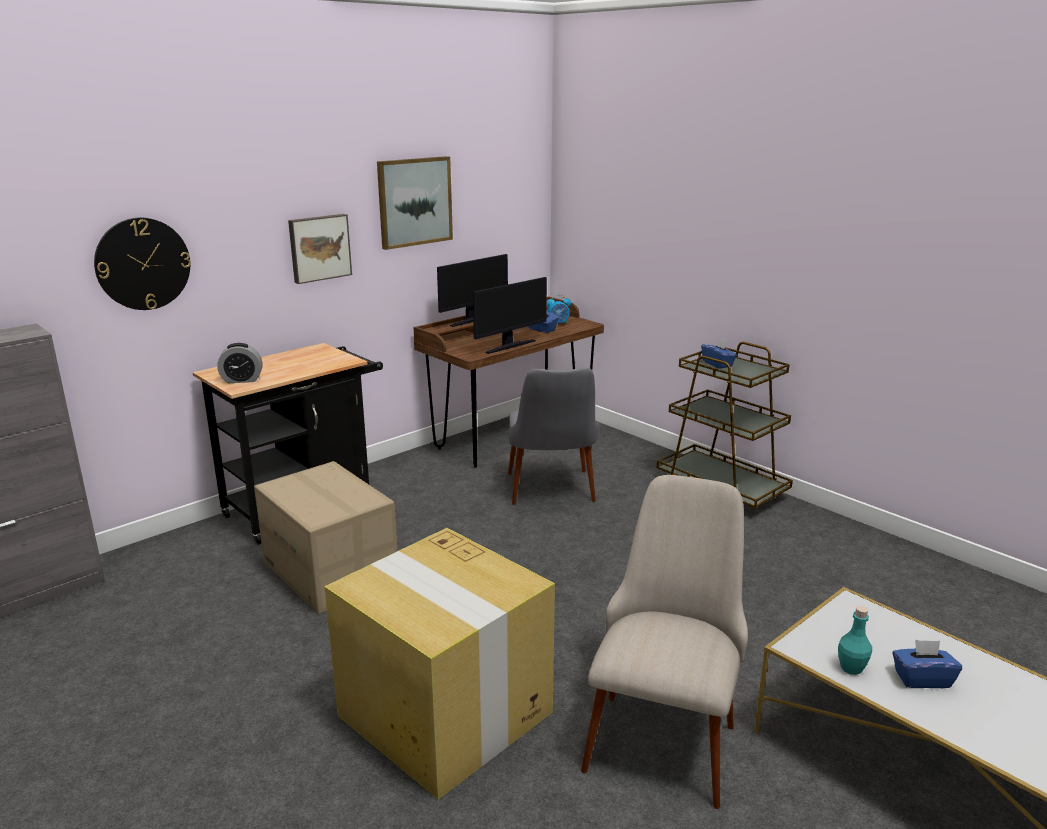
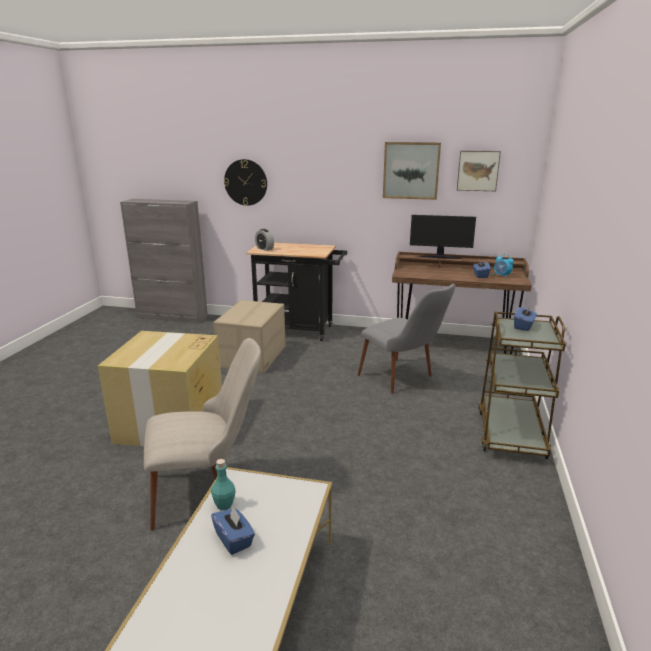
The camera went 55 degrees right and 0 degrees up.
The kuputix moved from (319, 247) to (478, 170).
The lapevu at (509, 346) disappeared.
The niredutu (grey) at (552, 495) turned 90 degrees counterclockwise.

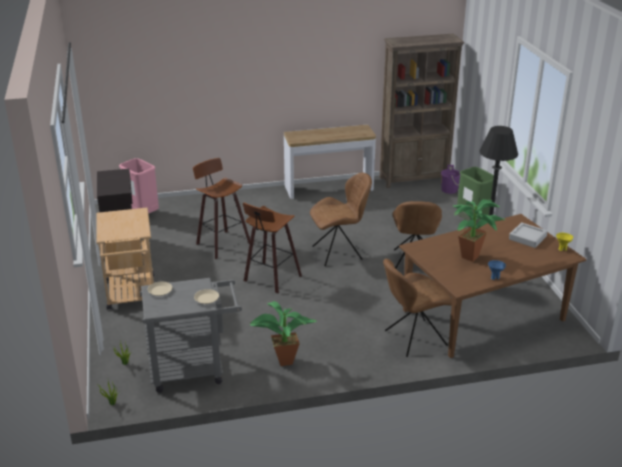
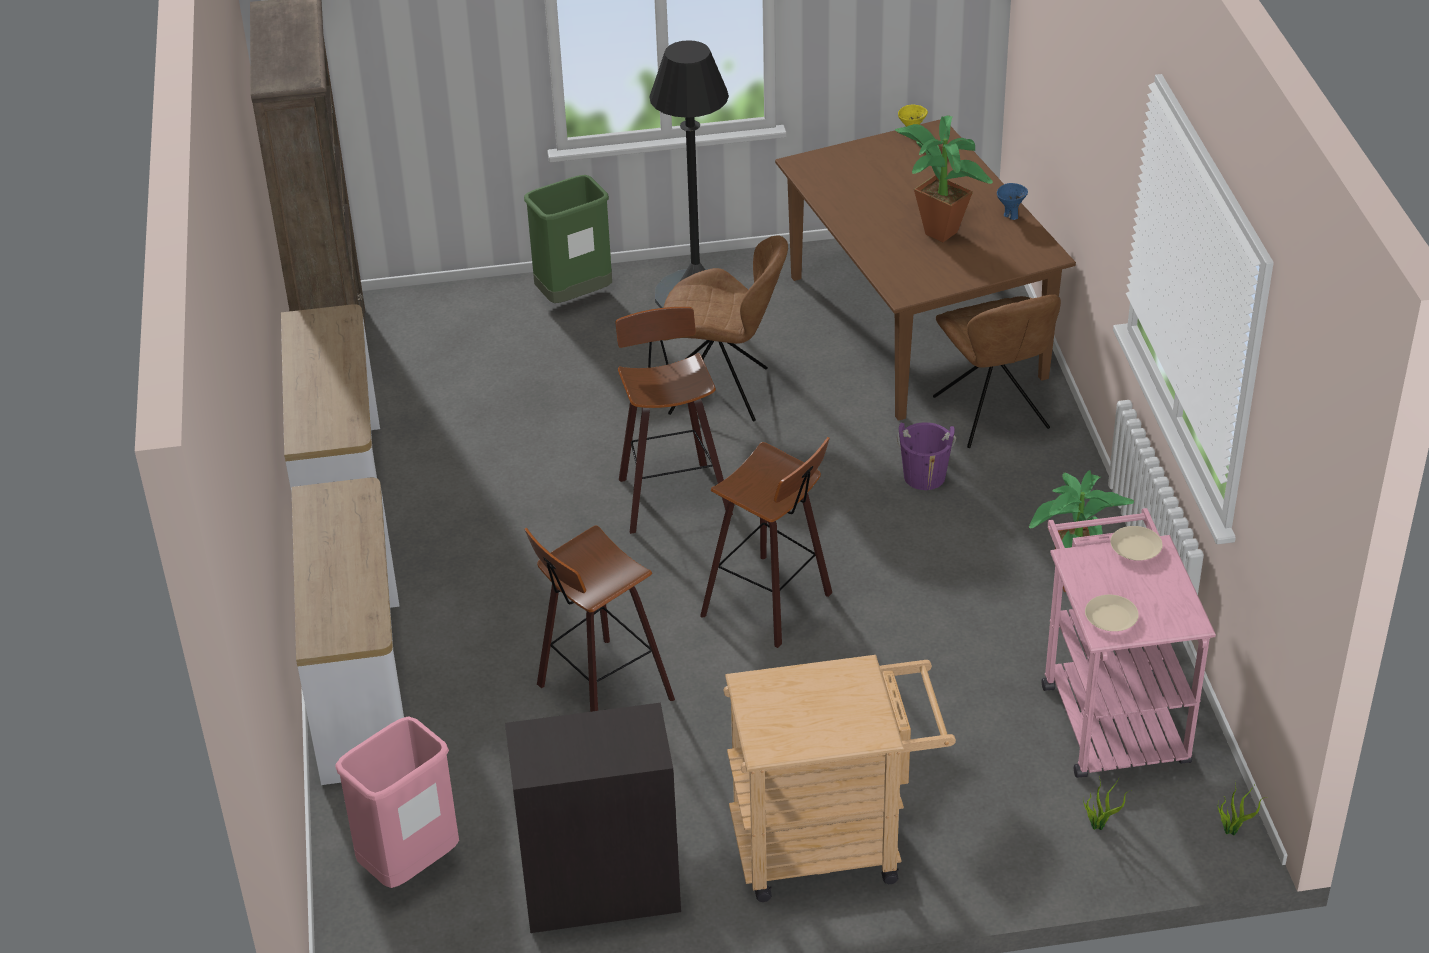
The camera went 85 degrees left and 10 degrees up.
The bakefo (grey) at (194, 369) became the bakefo (pink) at (1109, 713).
The niredutu (brown) at (339, 252) was replaced by the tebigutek at (670, 495).
The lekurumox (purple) moved from (449, 190) to (924, 477).
The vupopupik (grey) at (527, 238) disappeared.
The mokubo at (360, 689) appeared.

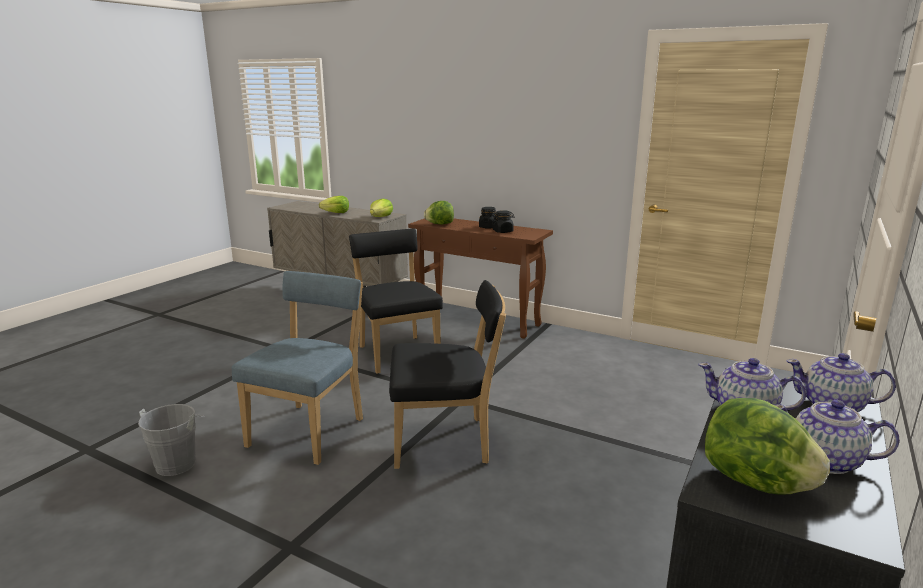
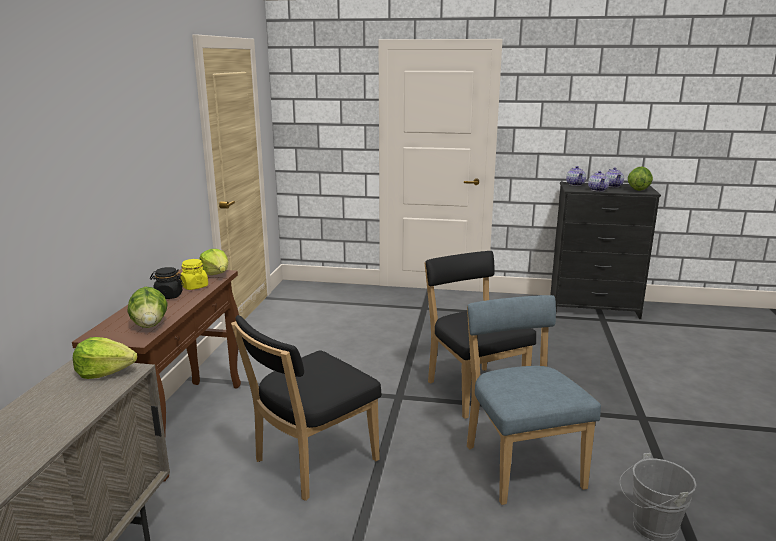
The camera went 110 degrees left and 0 degrees up.
The niredutu (blue) at (310, 430) turned 75 degrees clockwise.
The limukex moved from (336, 213) to (216, 274).
The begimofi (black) at (503, 231) became the begimofi (yellow) at (194, 286).

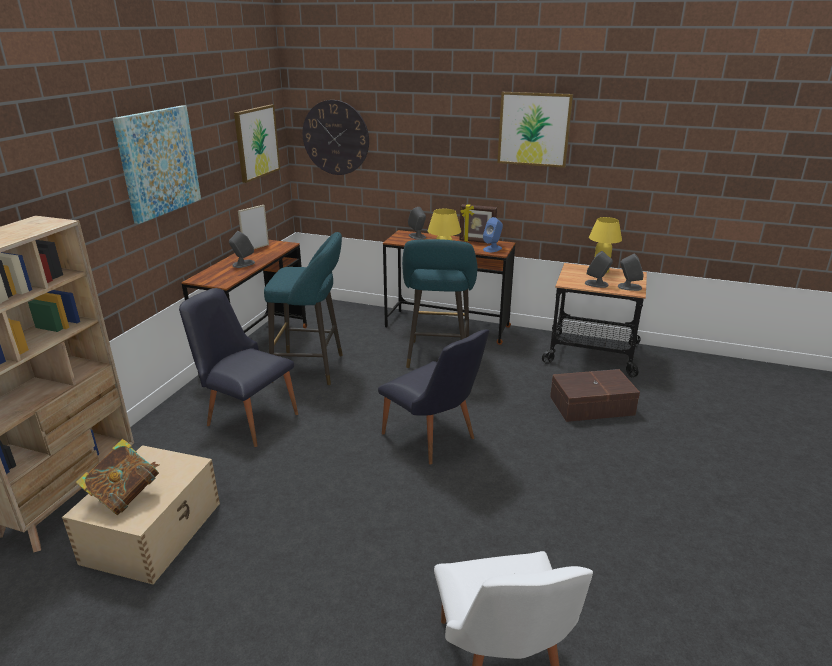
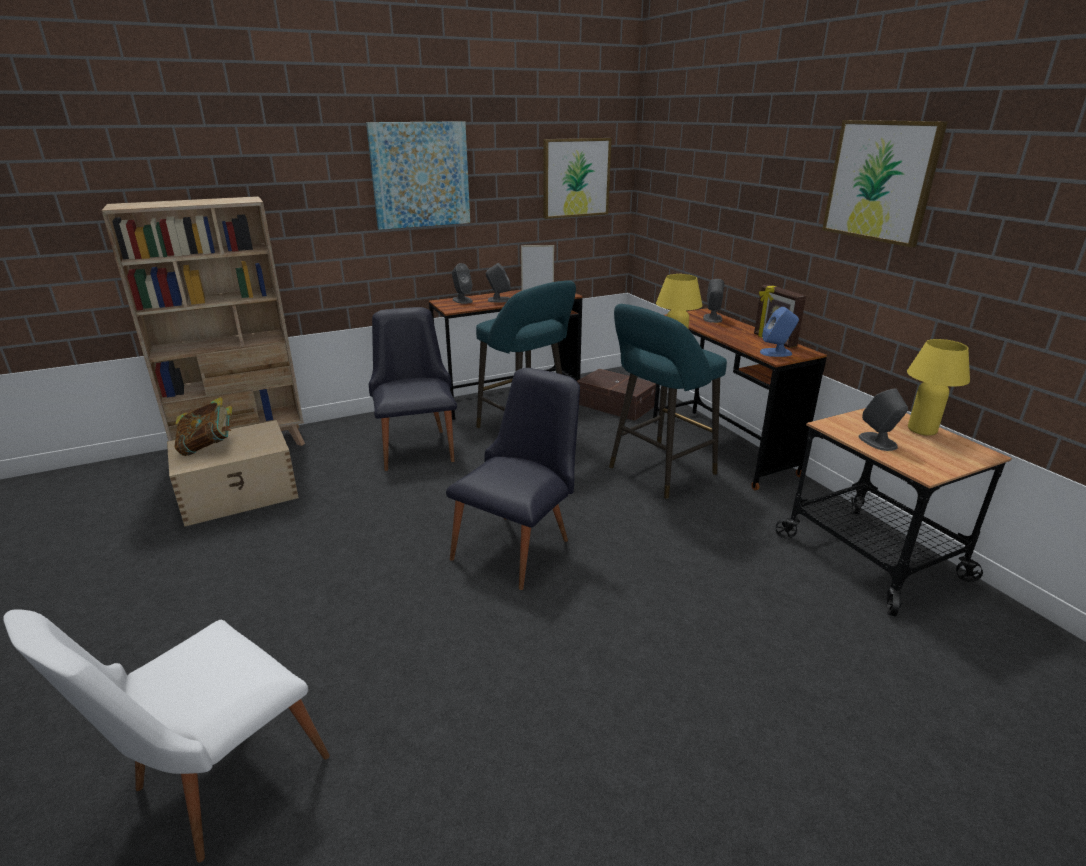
The camera went 45 degrees right and 0 degrees up.
The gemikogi at (335, 138) disappeared.
The niredutu (black) at (434, 440) turned 150 degrees counterclockwise.
The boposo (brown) moved from (590, 405) to (615, 404).
The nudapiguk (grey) moved from (629, 287) to (462, 300).

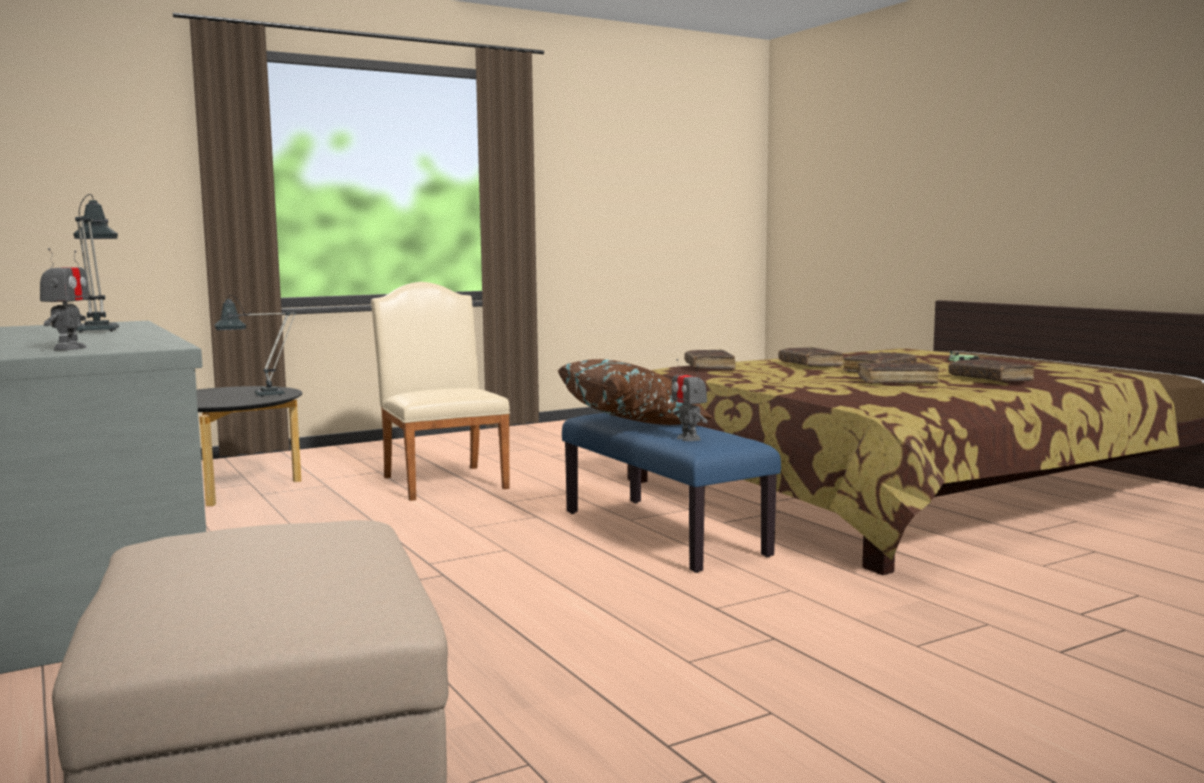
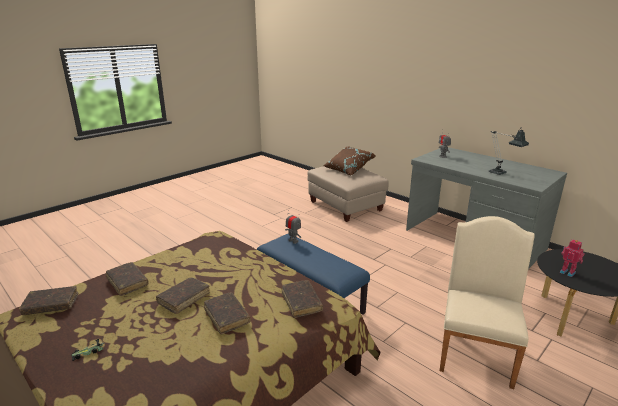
The camera went 165 degrees right and 15 degrees up.
The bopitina at (261, 395) was replaced by the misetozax at (568, 272).
The niredutu (beige) at (442, 480) turned 120 degrees counterclockwise.
The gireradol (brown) moved from (634, 422) to (348, 169).
The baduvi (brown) moved from (897, 381) to (51, 305).

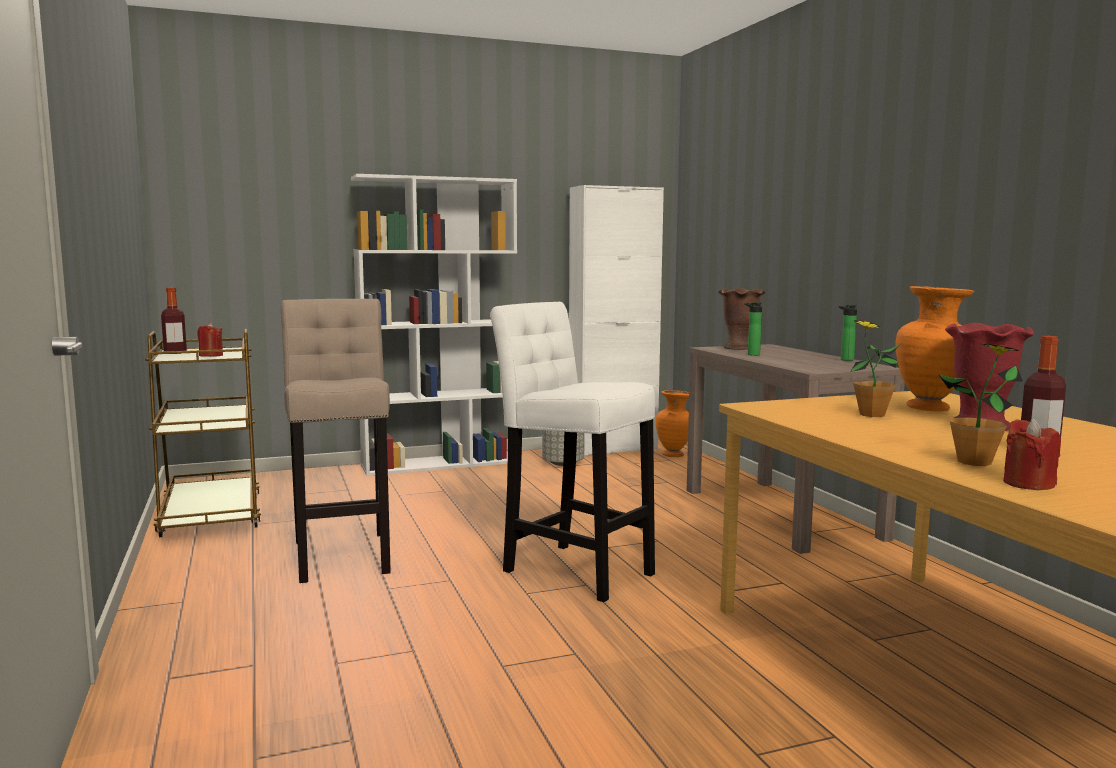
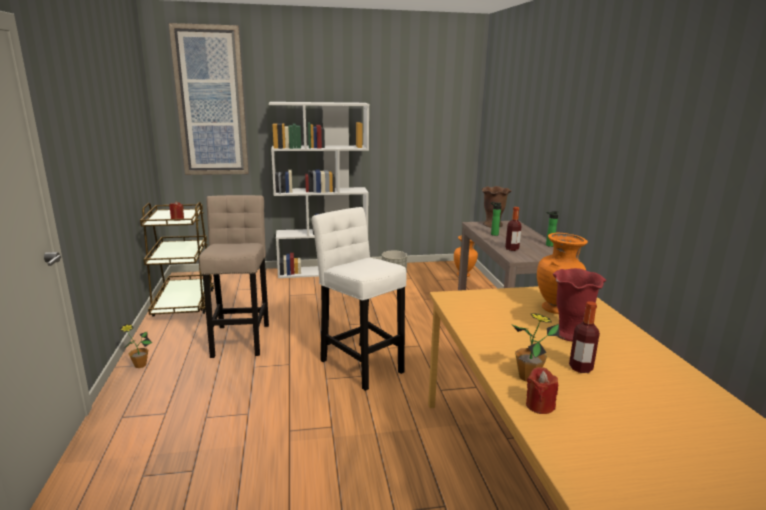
The camera went 10 degrees right and 10 degrees up.
The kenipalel moved from (175, 353) to (512, 249).
The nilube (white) at (612, 449) disappeared.
The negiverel moved from (872, 414) to (140, 365).
The kuputix at (211, 102) appeared.

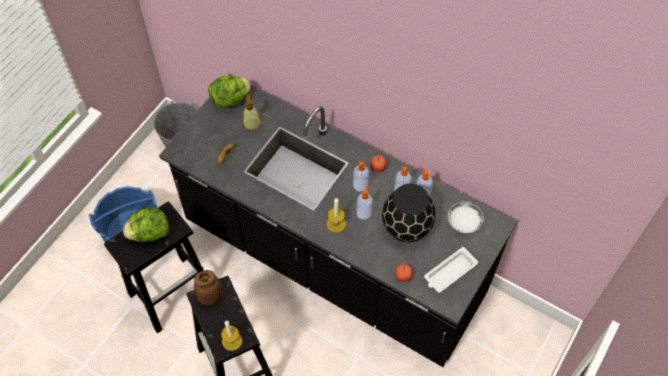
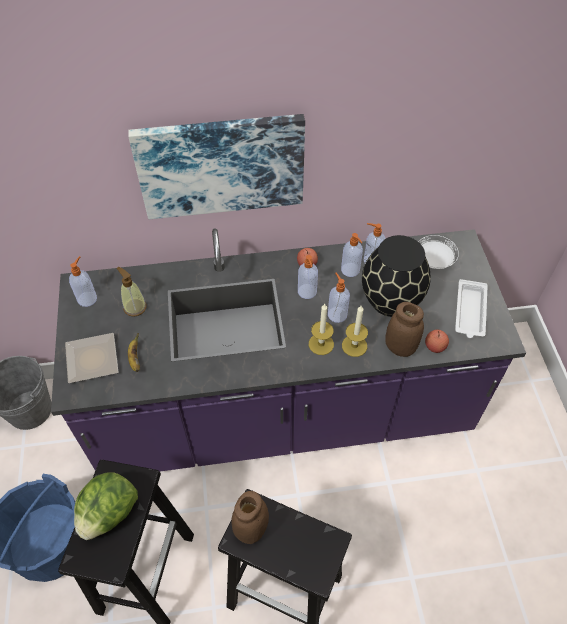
The camera went 40 degrees left and 5 degrees down.
The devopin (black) at (334, 260) became the devopin (purple) at (283, 411).
The limukex at (231, 100) was replaced by the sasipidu at (87, 298).
The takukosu moved from (232, 341) to (354, 345).
The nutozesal at (94, 360) appeared.
The kuputix at (221, 165) appeared.
The begimofi (brown) at (400, 347) appeared.

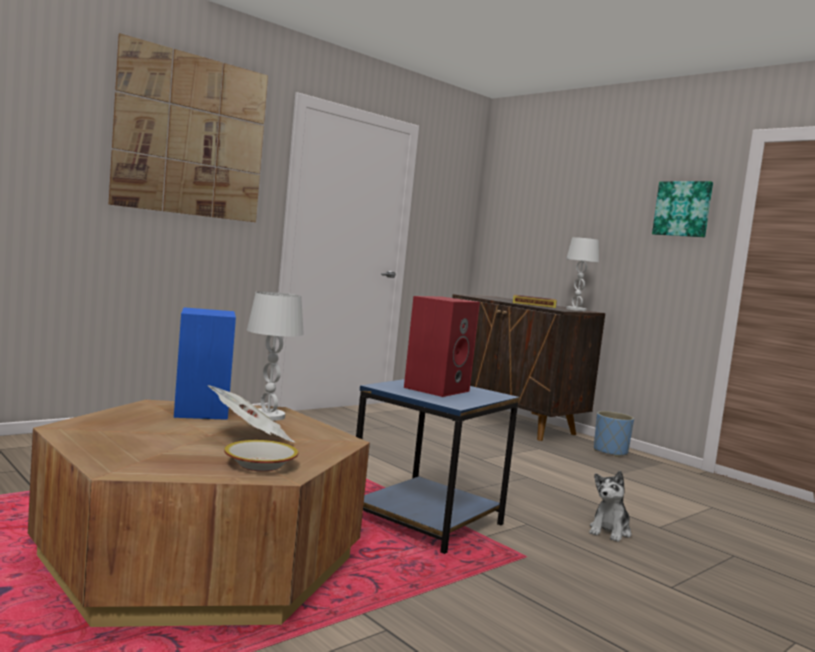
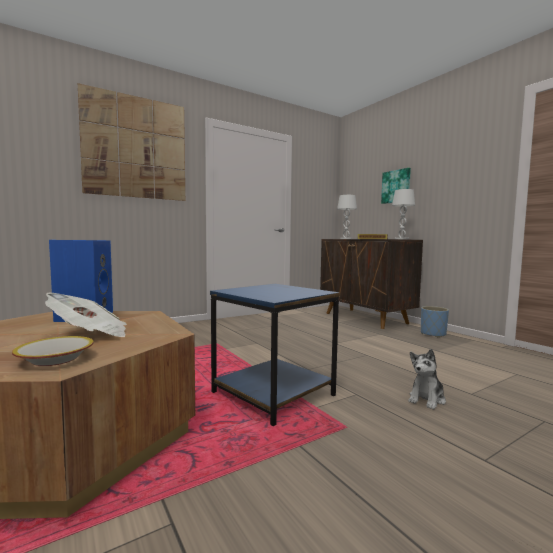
The camera went 10 degrees right and 0 degrees up.
The bopitina (white) moved from (268, 416) to (346, 239).
The nudapiguk (red) at (436, 389) disappeared.
The kuputix moved from (683, 209) to (396, 186).

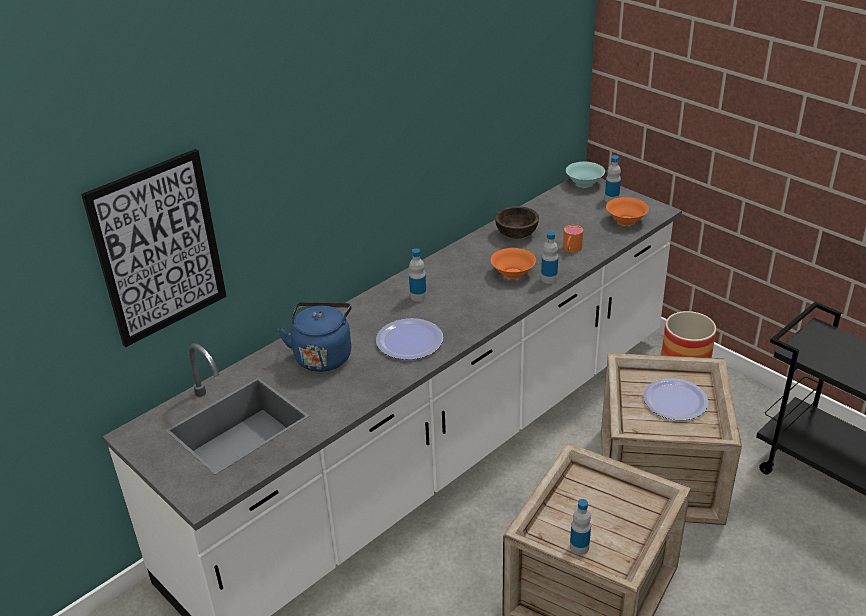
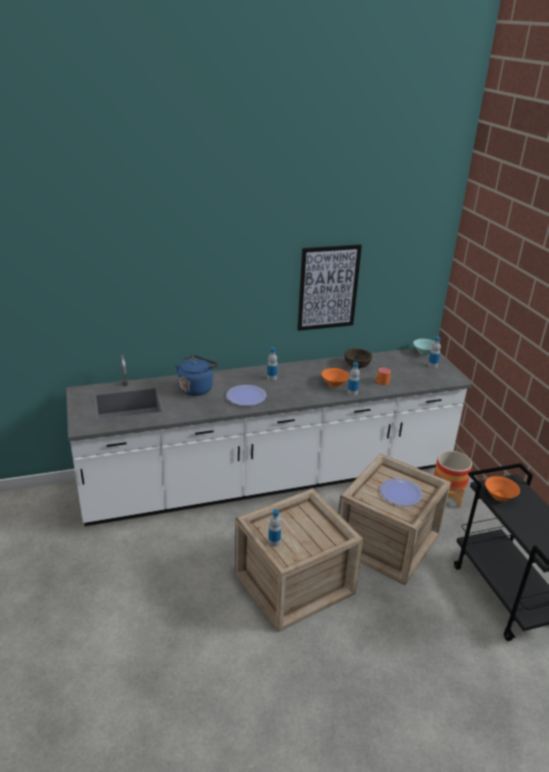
The camera went 25 degrees right and 5 degrees down.
The kuputix moved from (158, 248) to (328, 287).
The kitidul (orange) moved from (626, 221) to (499, 496).

